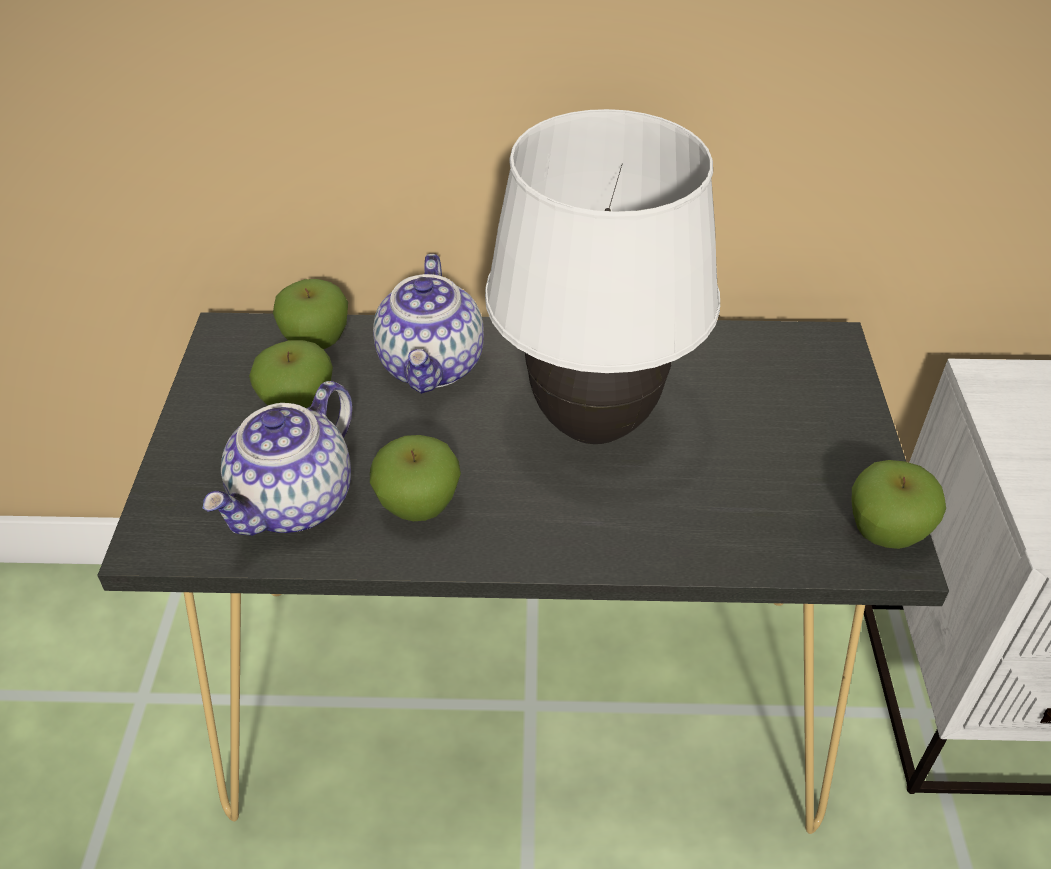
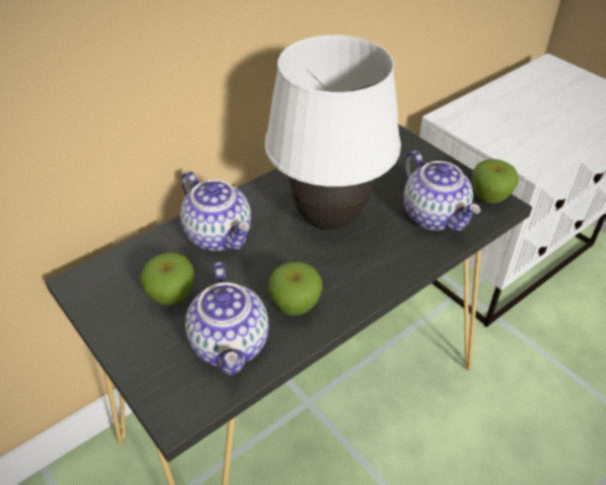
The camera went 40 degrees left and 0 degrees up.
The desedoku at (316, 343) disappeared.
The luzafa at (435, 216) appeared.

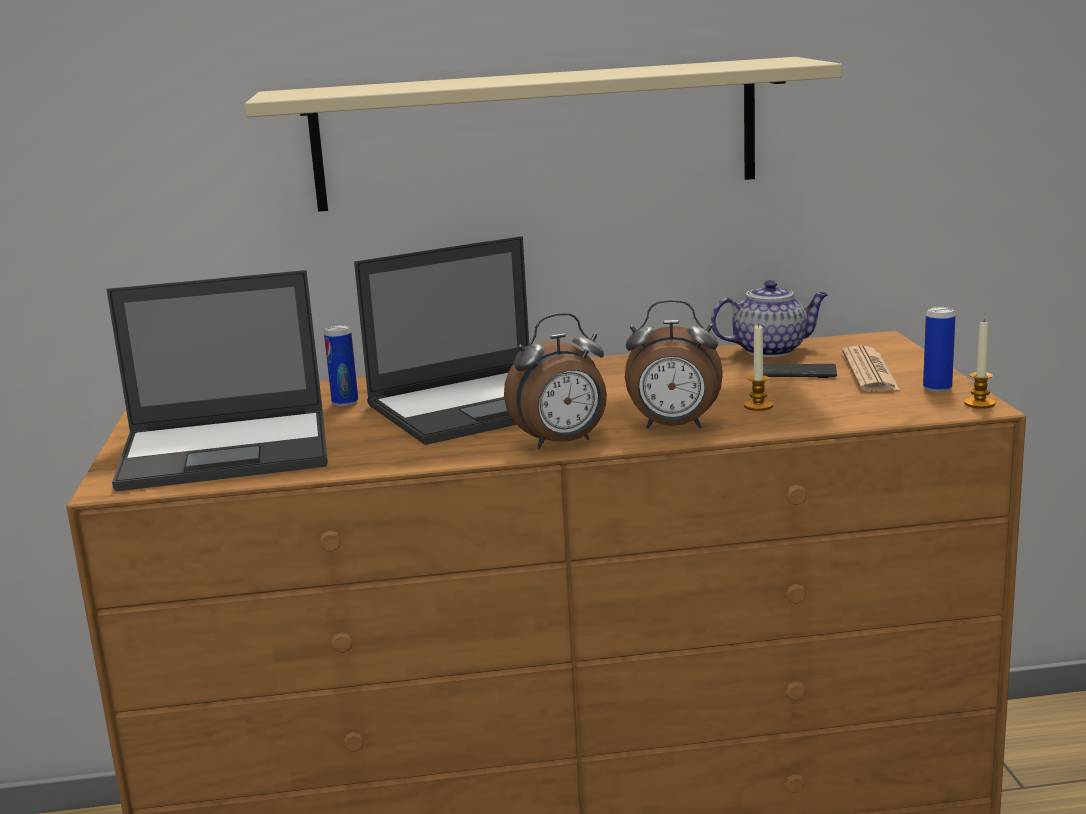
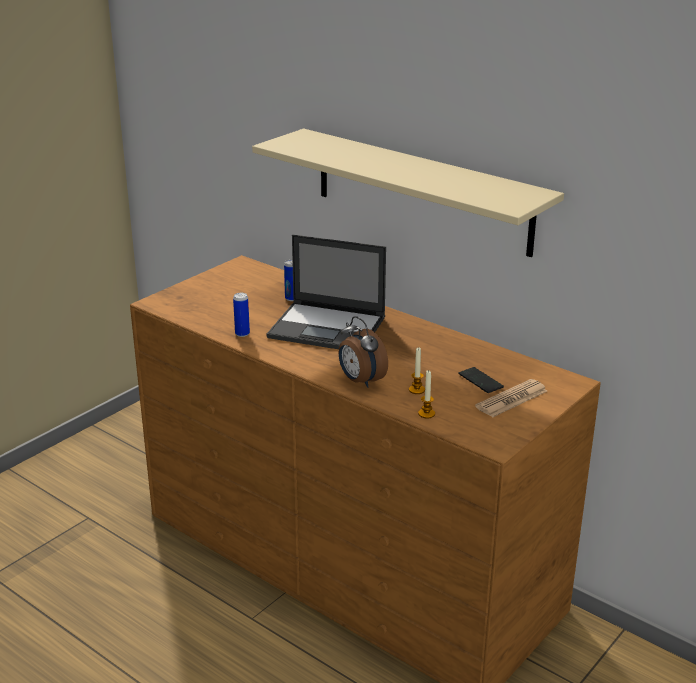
The camera went 45 degrees right and 10 degrees up.
The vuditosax at (229, 450) disappeared.
The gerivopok at (562, 443) disappeared.
The luzafa at (771, 350) disappeared.
The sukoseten moved from (937, 388) to (242, 334).
The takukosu moved from (979, 404) to (426, 414).

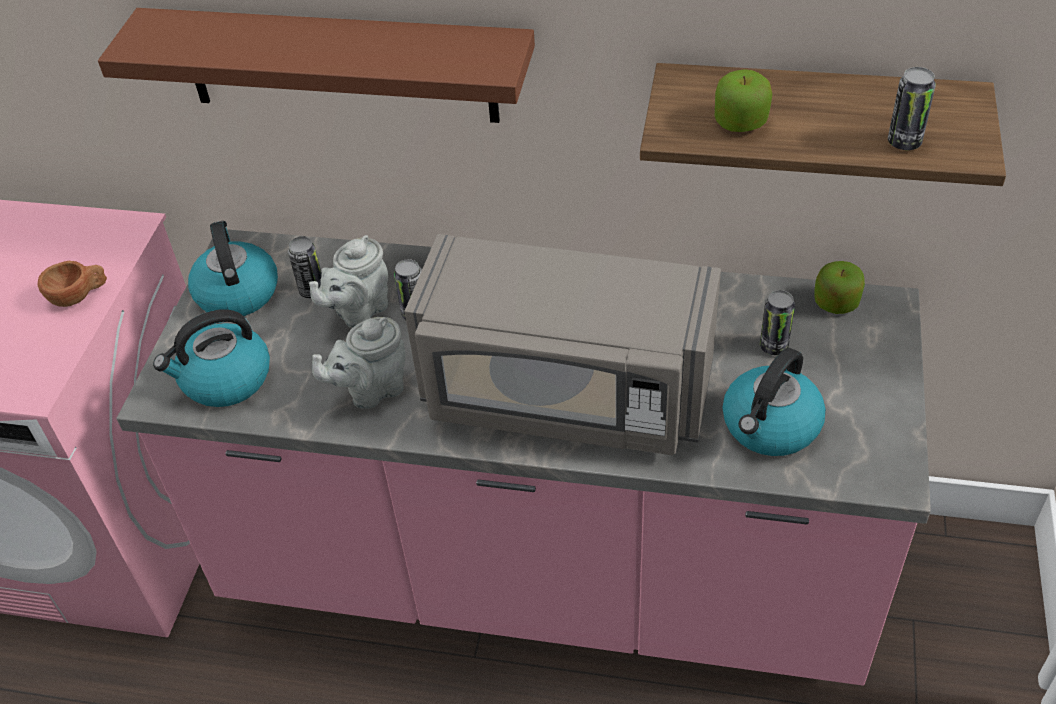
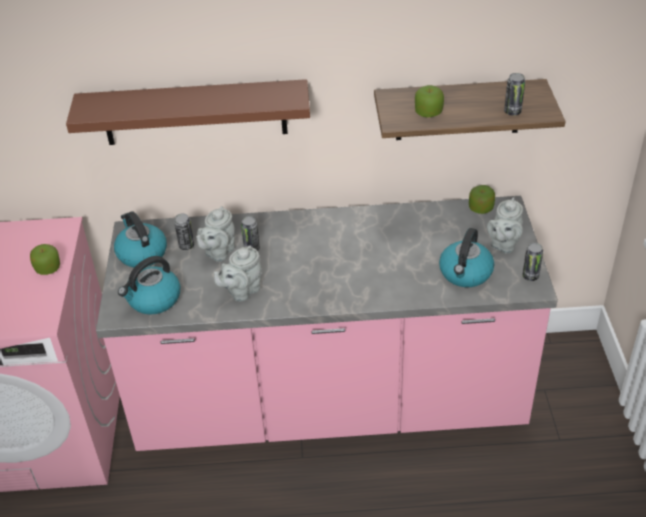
The camera went 15 degrees left and 5 degrees down.
The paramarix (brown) at (79, 296) was replaced by the desedoku at (48, 268).
The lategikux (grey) at (566, 395) disappeared.
The sukoseten moved from (773, 346) to (530, 276).
The luzafa (grey) at (503, 244) appeared.

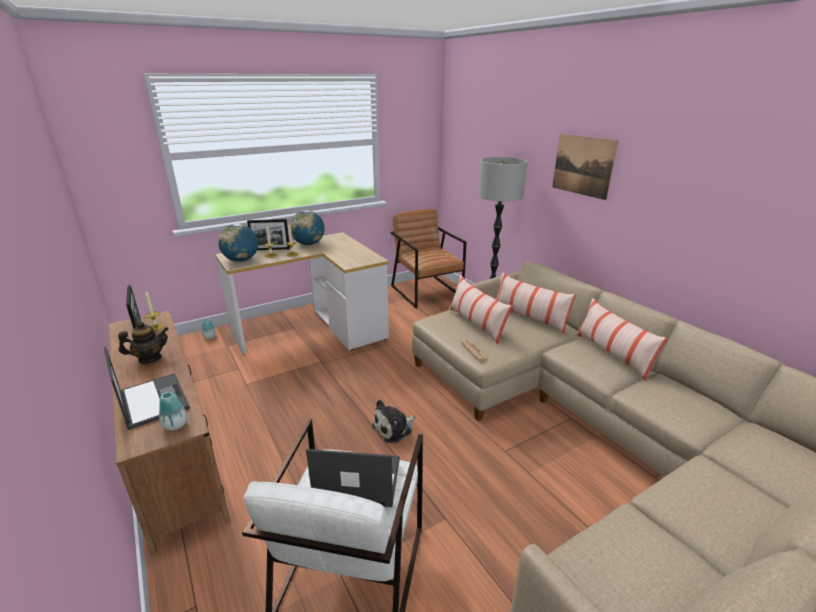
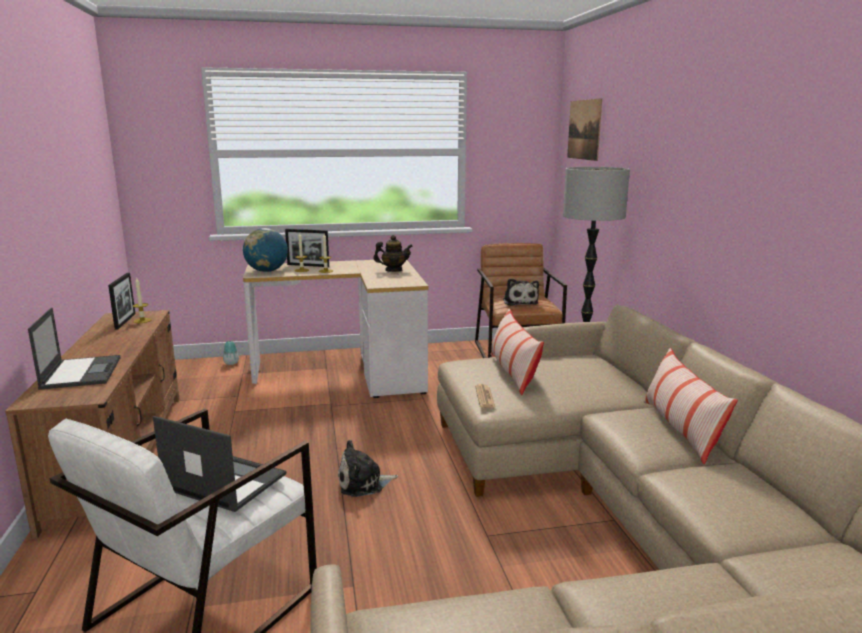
The camera went 20 degrees right and 10 degrees down.
The luzafa moved from (150, 358) to (393, 270).
The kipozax at (175, 425) disappeared.
The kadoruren at (308, 244) disappeared.
The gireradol at (529, 318) disappeared.
The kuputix moved from (583, 165) to (584, 129).
The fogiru at (520, 302) appeared.

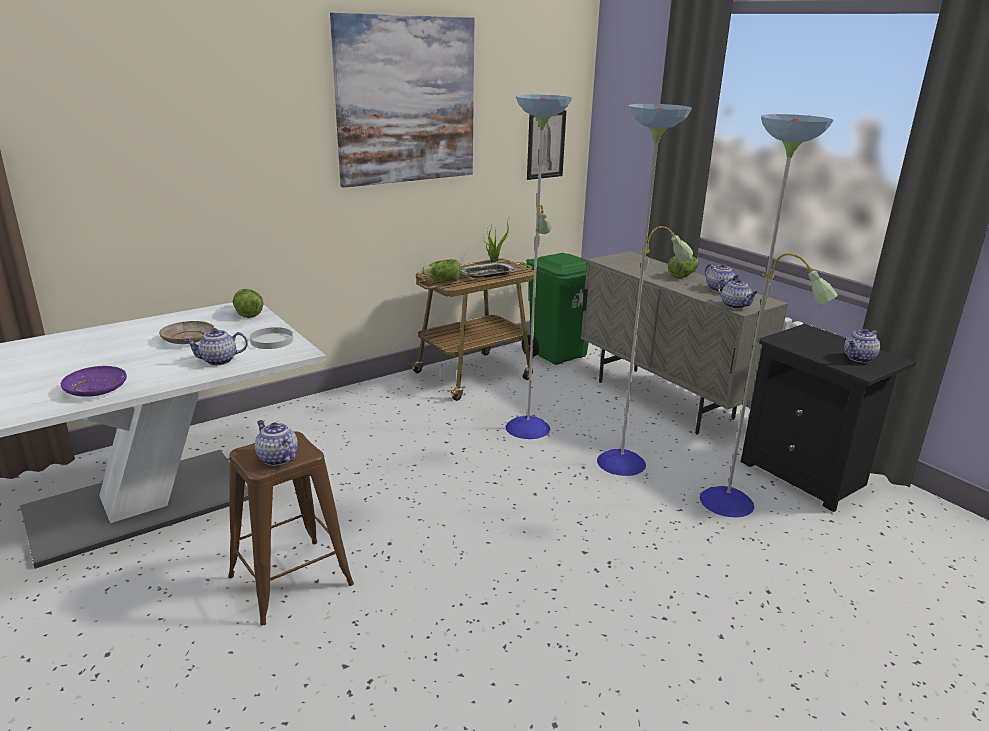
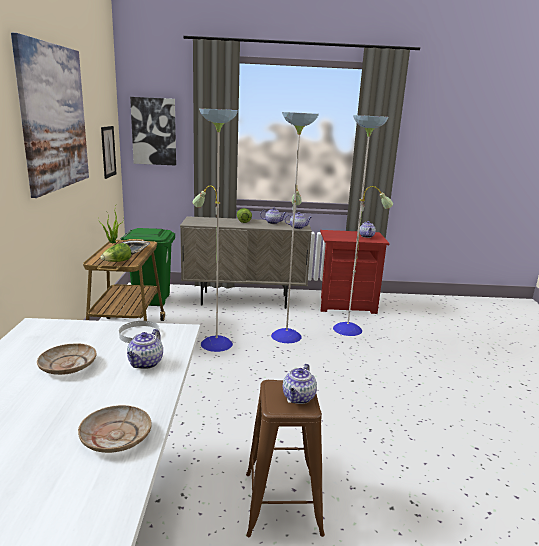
The camera went 55 degrees left and 5 degrees down.
The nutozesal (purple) at (96, 388) became the nutozesal (beige) at (116, 436).
The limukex at (247, 313) disappeared.
The luzafa at (277, 458) turned 60 degrees counterclockwise.
The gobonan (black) at (807, 475) became the gobonan (red) at (346, 305).
The kuputix at (154, 131) appeared.

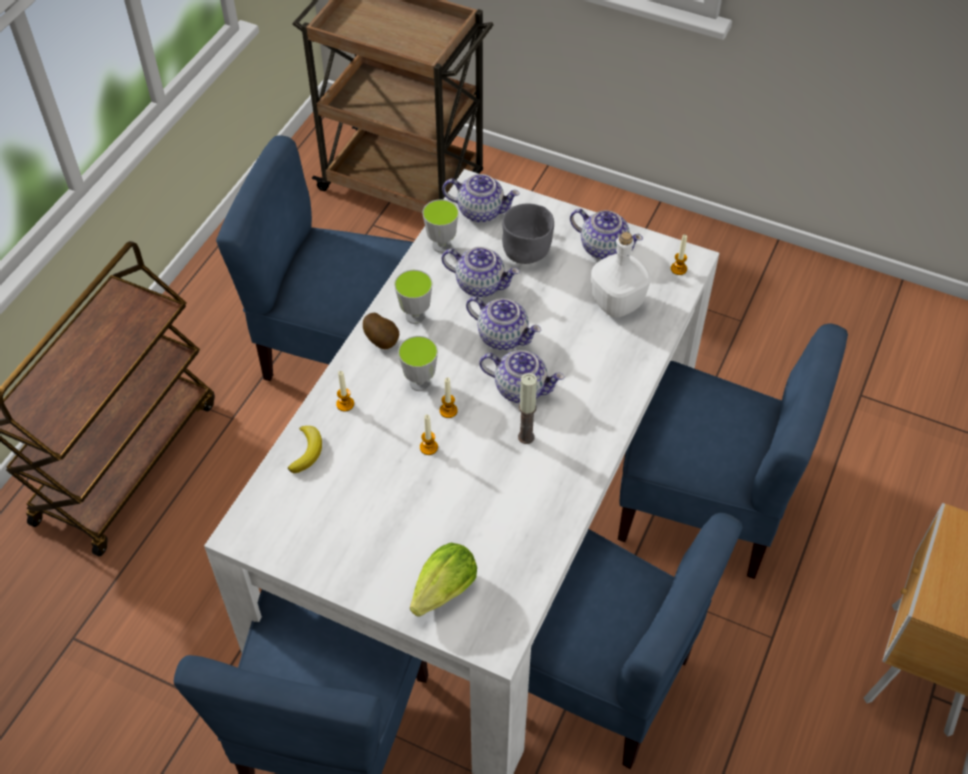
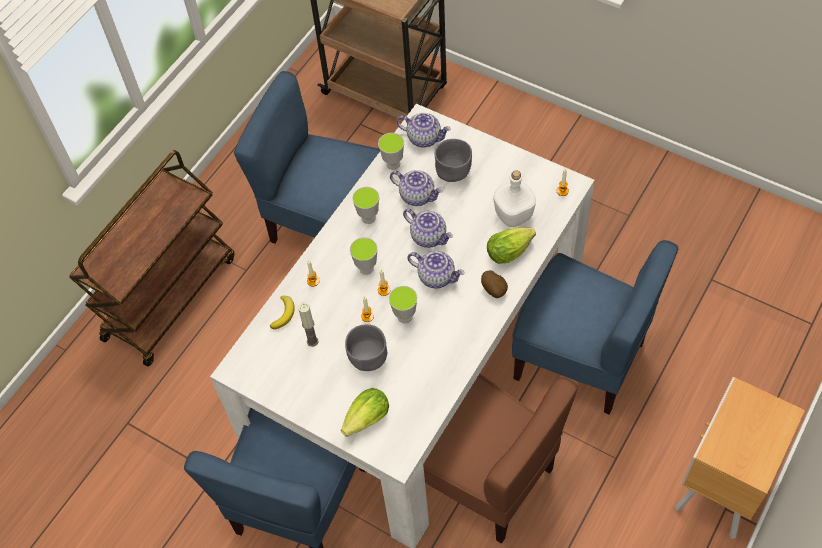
The camera went 10 degrees right and 5 degrees up.
The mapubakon moved from (382, 340) to (494, 290).
The takukosu moved from (526, 437) to (312, 341).
The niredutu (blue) at (593, 678) became the niredutu (brown) at (483, 477).
The luzafa at (603, 247) disappeared.
The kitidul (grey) at (368, 360) appeared.
The paramarix at (405, 316) appeared.
The limukex at (511, 251) appeared.

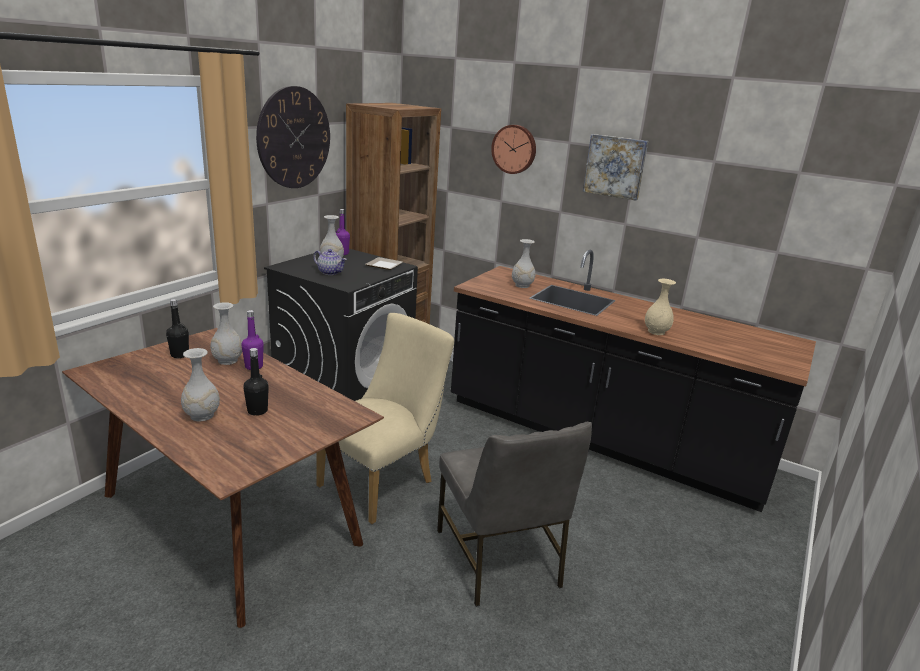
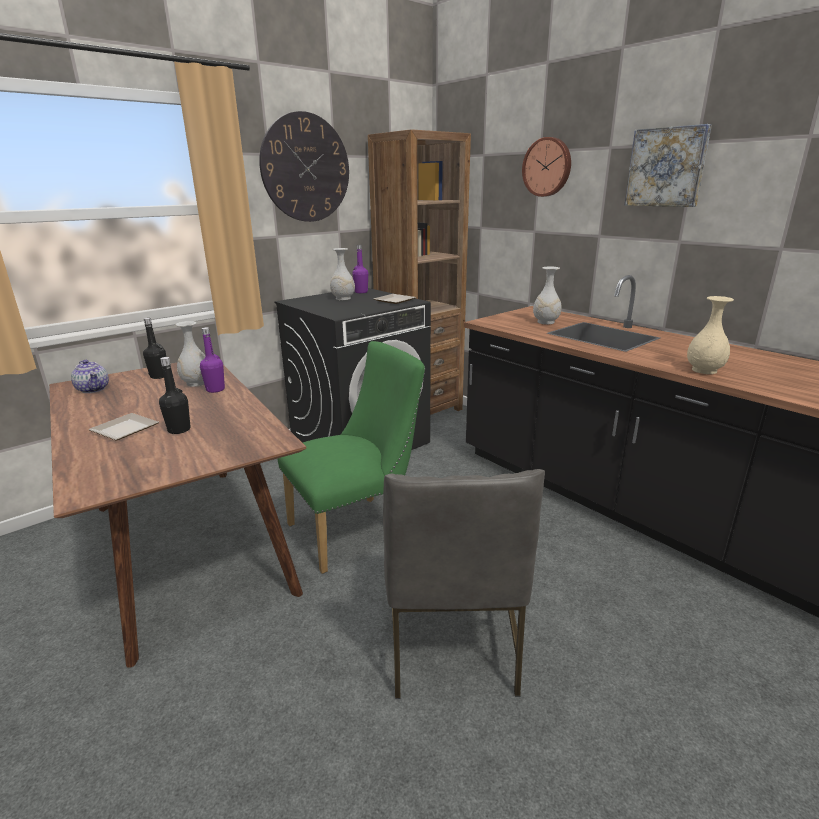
The camera went 20 degrees right and 0 degrees up.
The kipozax (white) at (201, 415) was replaced by the nutozesal at (122, 430).
The luzafa moved from (330, 272) to (93, 389).
The niredutu (beige) at (383, 482) became the niredutu (green) at (357, 529).

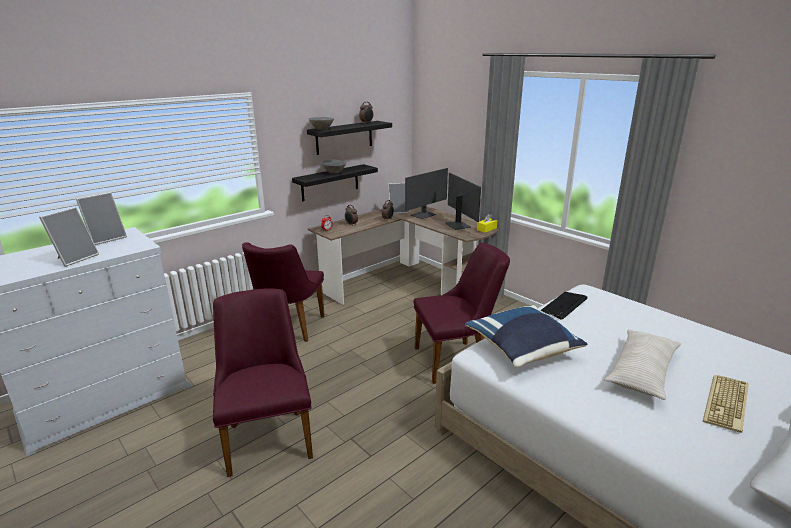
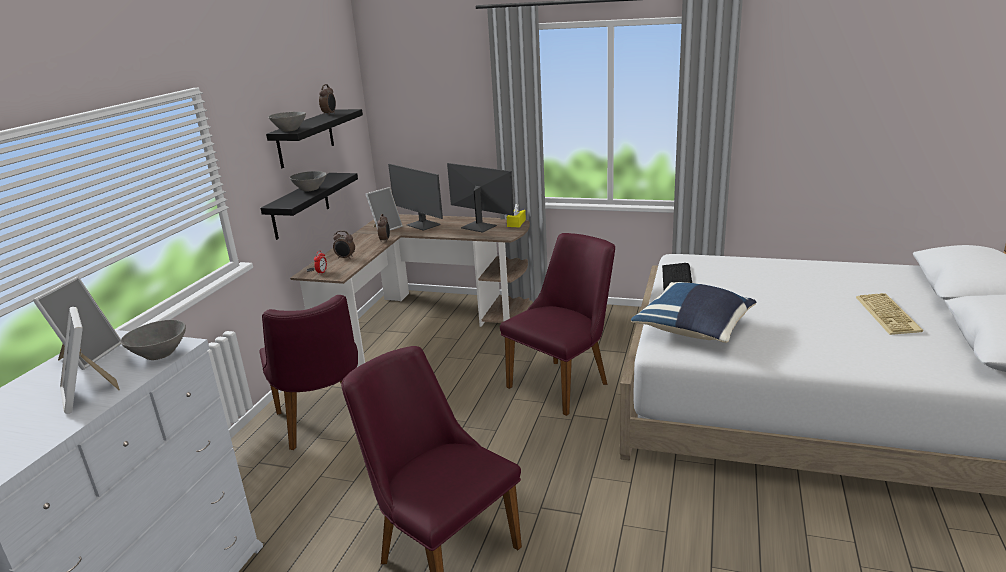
The camera went 30 degrees left and 0 degrees up.
The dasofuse at (75, 258) turned 150 degrees clockwise.
The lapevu at (423, 215) turned 120 degrees clockwise.
The gireradol (beige) at (642, 371) disappeared.
The kitidul (grey) at (159, 354) appeared.

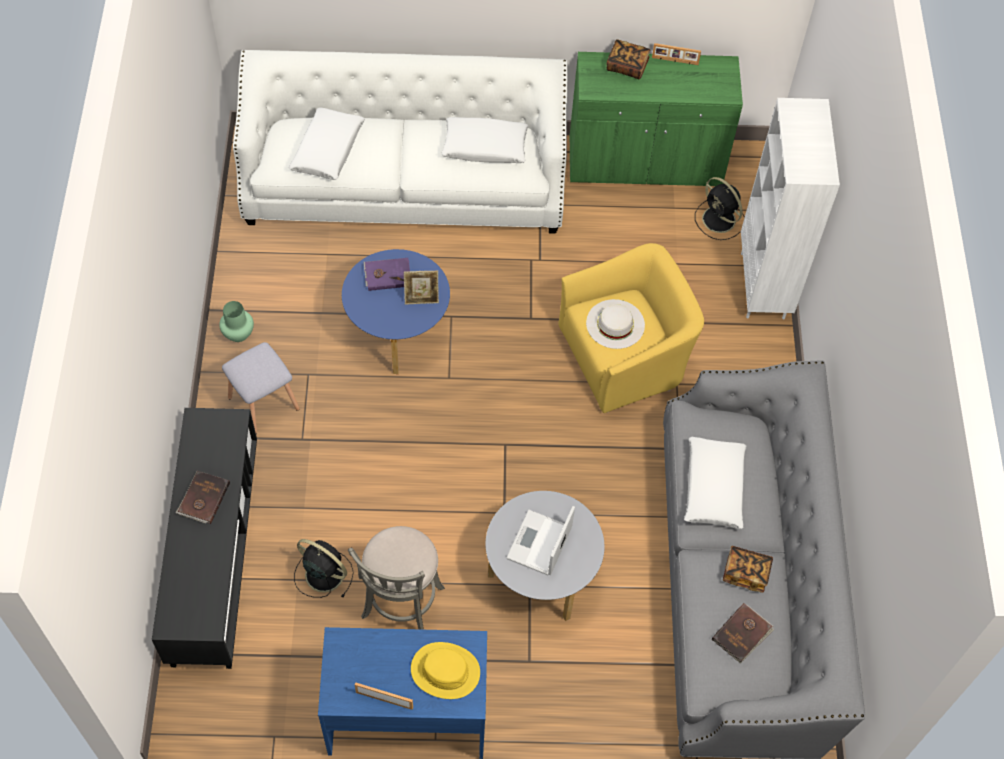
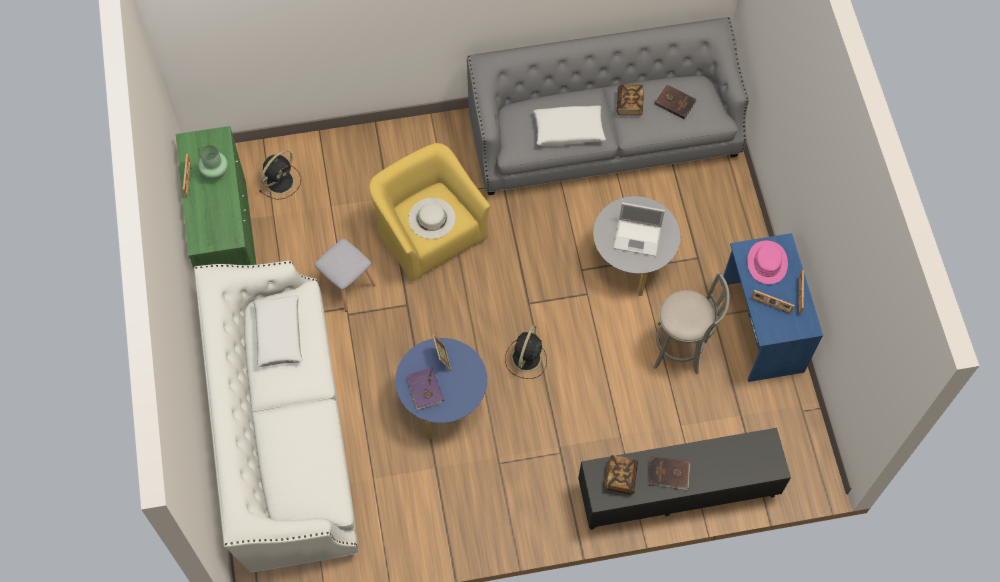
The camera went 100 degrees left and 5 degrees up.
The kipozax (green) moved from (238, 333) to (215, 172).
The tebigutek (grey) moved from (264, 403) to (346, 284).
The gireradol (white) at (328, 150) disappeared.
The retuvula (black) moved from (323, 573) to (526, 359).
The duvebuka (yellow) at (445, 671) became the duvebuka (pink) at (767, 263).
The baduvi moved from (627, 66) to (620, 477).
The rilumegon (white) at (763, 286) disappeared.
The dasofuse at (771, 306) appeared.

